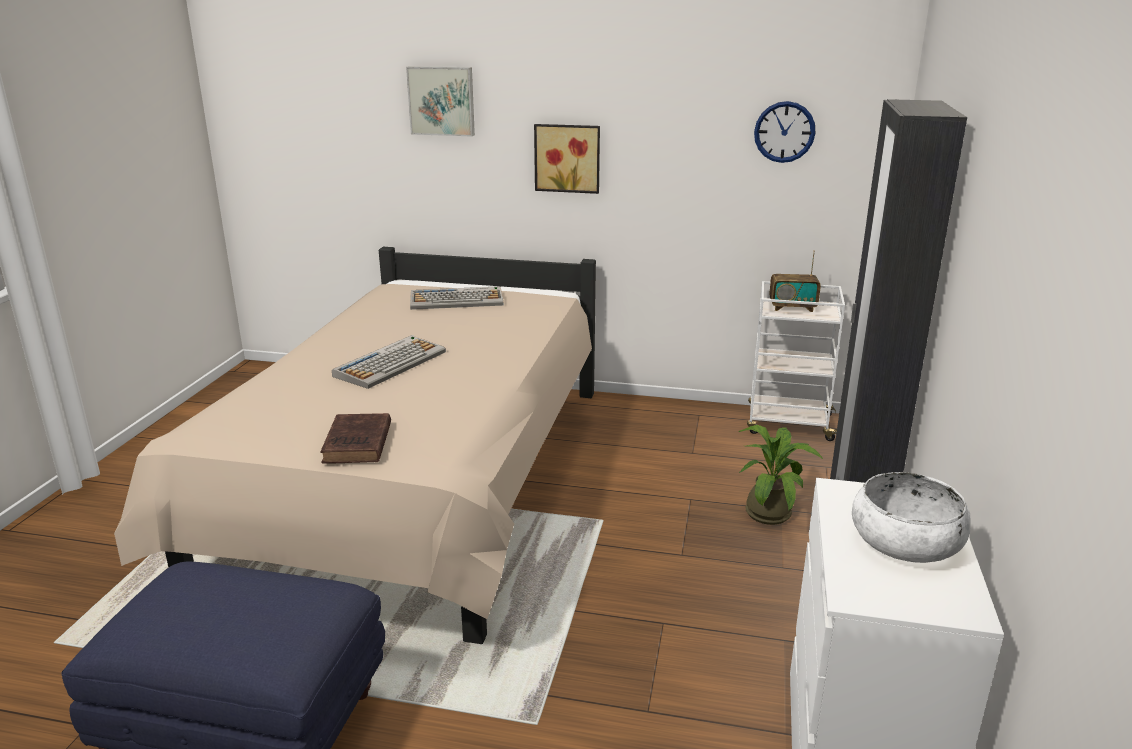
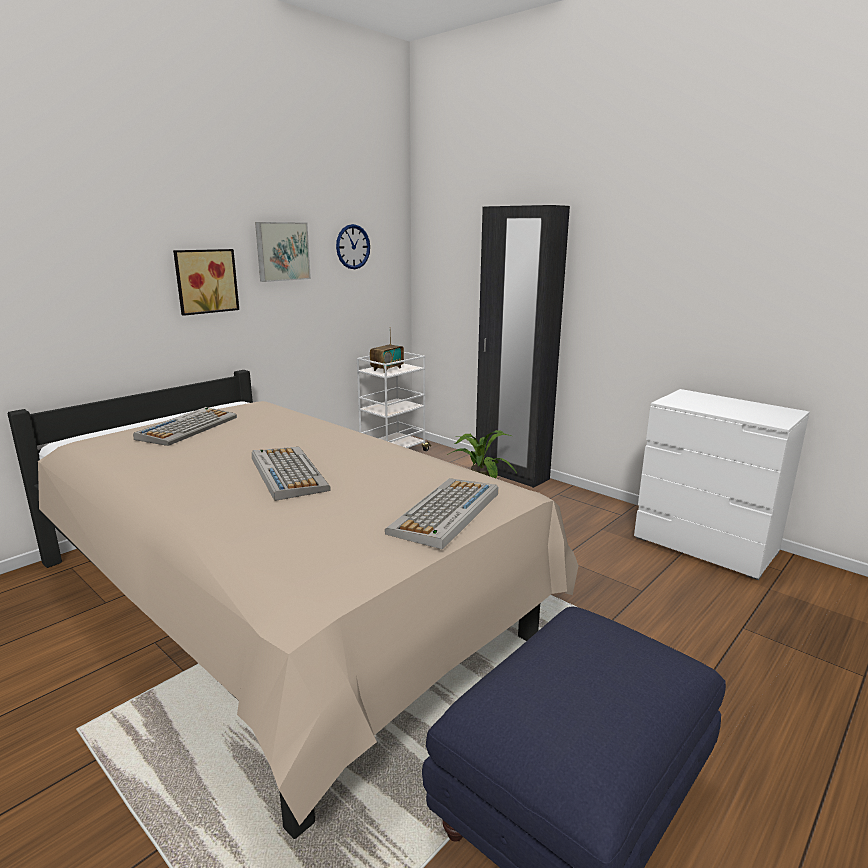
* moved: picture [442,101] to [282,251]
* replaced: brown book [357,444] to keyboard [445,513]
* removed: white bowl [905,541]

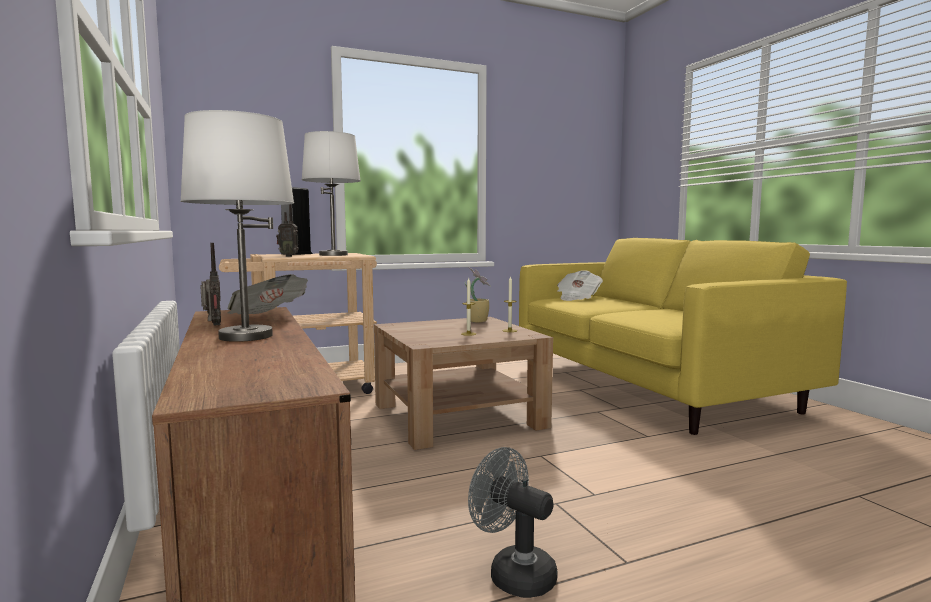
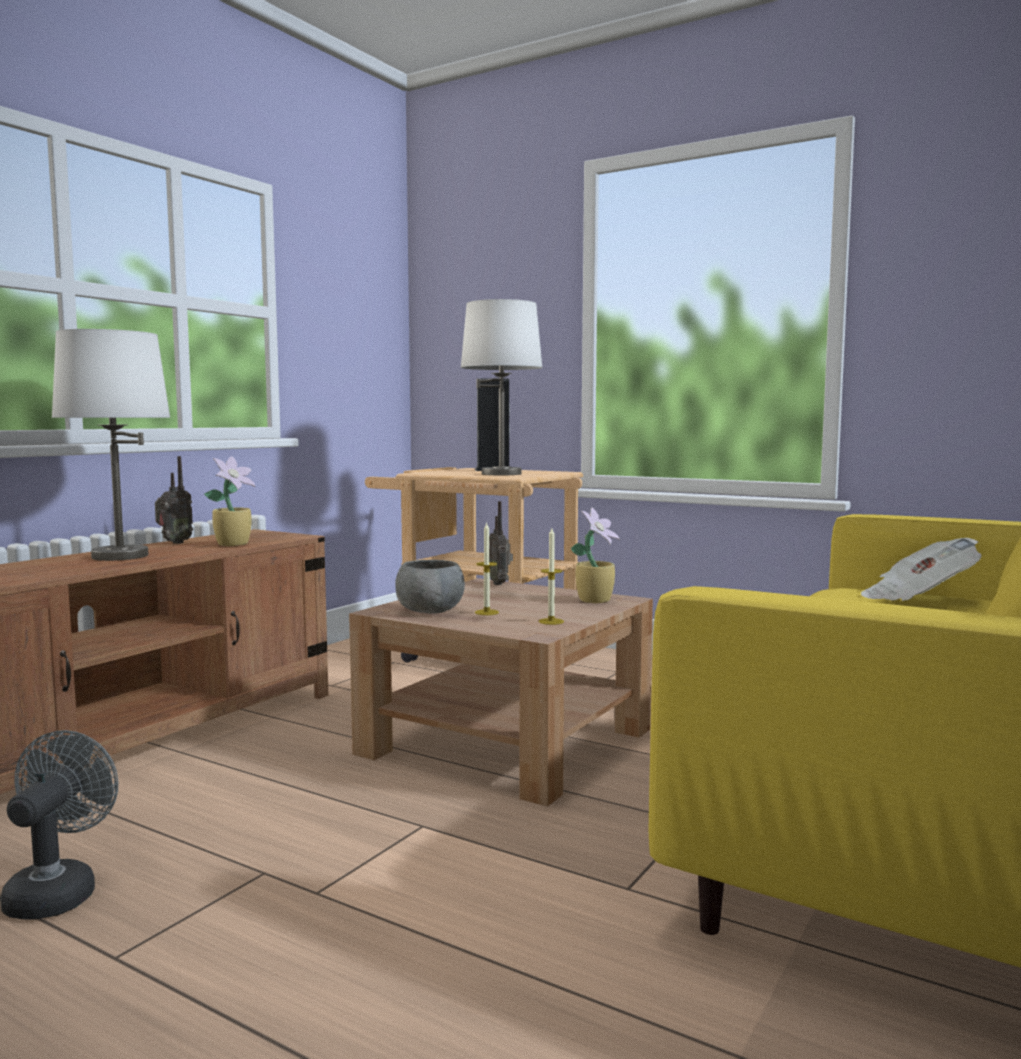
* moved: radio [289,256] to [500,583]
* replaced: newspaper [268,318] to potted plant [234,544]
* added: grey bowl [429,611]

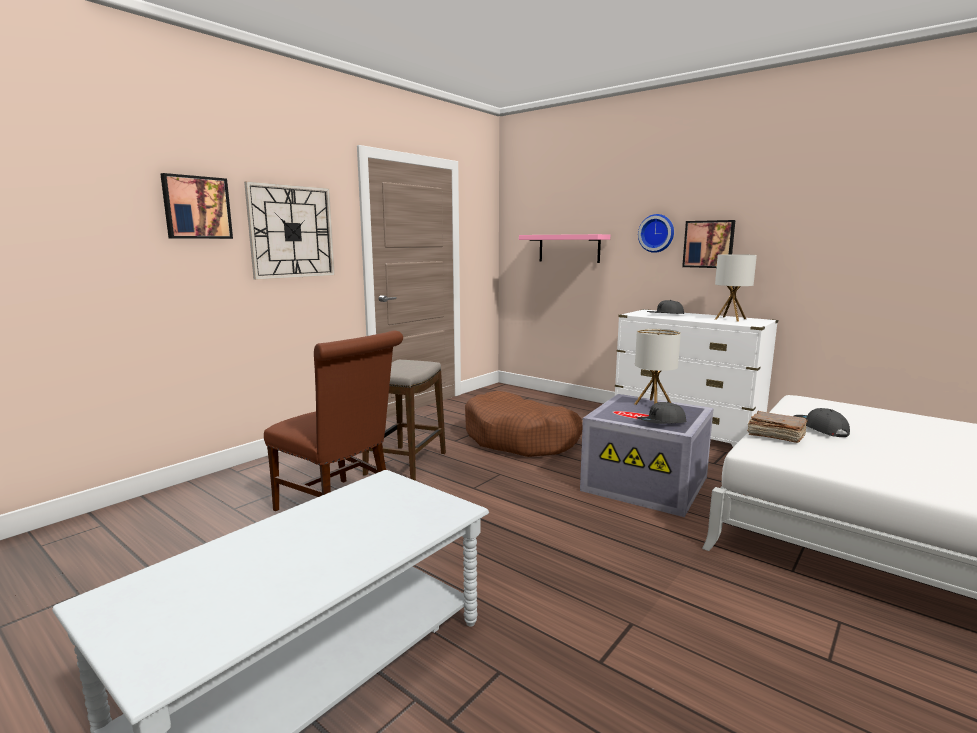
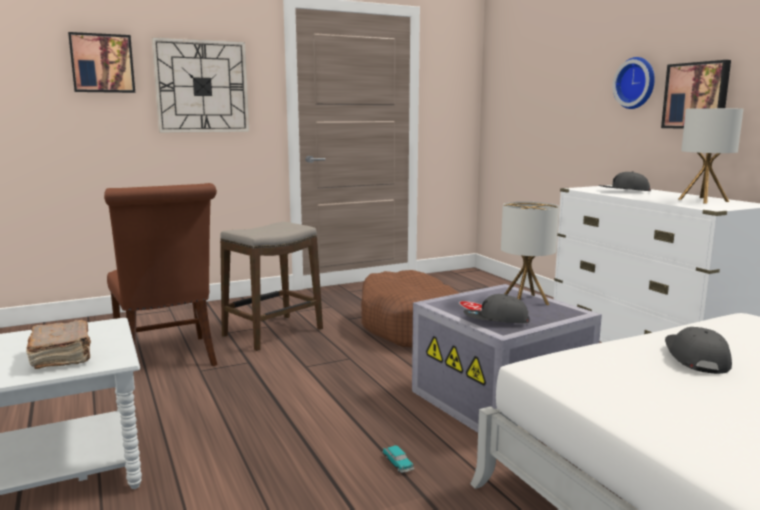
* removed: pink shelf [569,248]
* moved: brown book [775,436] to [63,357]
* added: toy car [398,463]

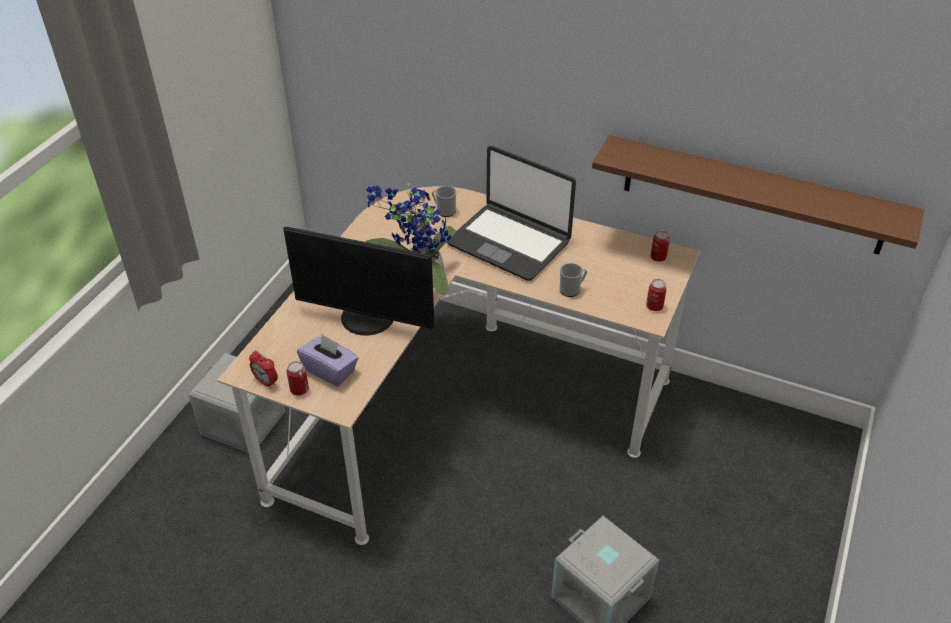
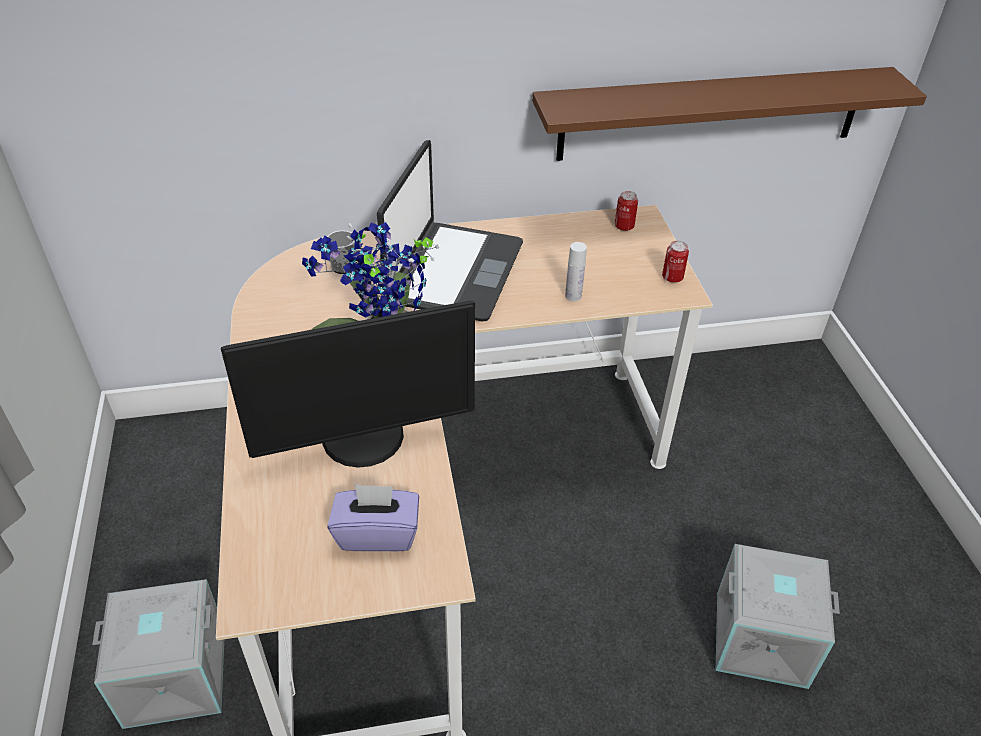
* turned: laptop [509,242] = [453,272] 75 degrees counterclockwise
* replaced: mug [572,289] to white bottle [573,296]
* removed: alarm clock [266,382]
* removed: can [299,389]

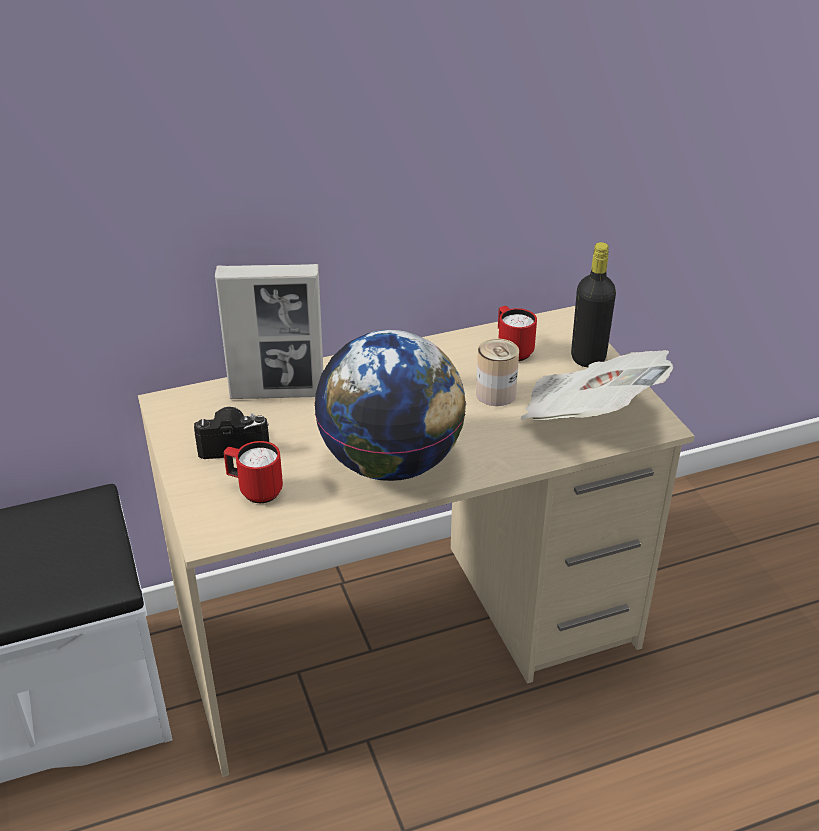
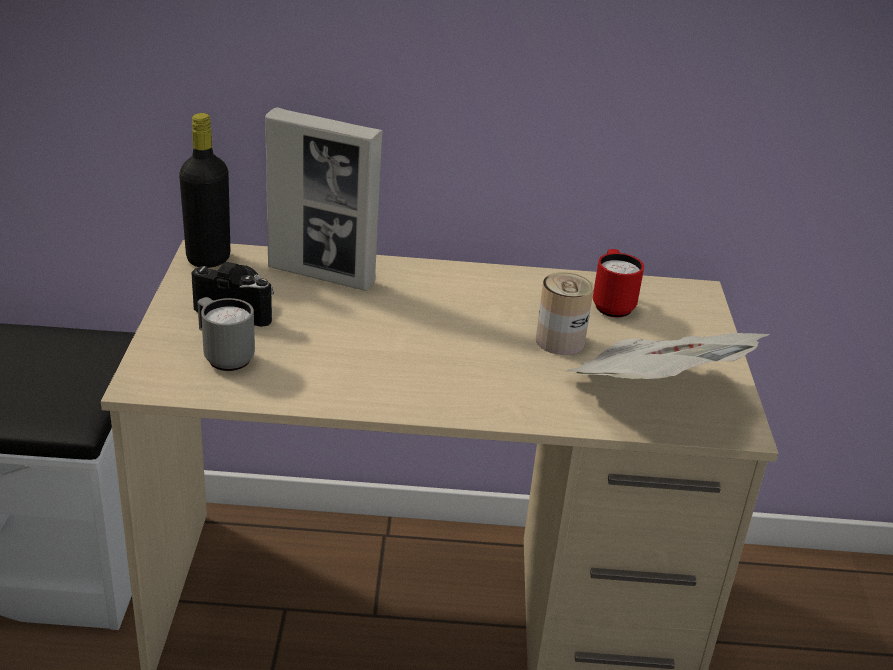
* moved: black bottle [588,358] to [208,258]
* removed: globe [391,463]
* recoloured: red mug [255,491] to grey mug [224,356]

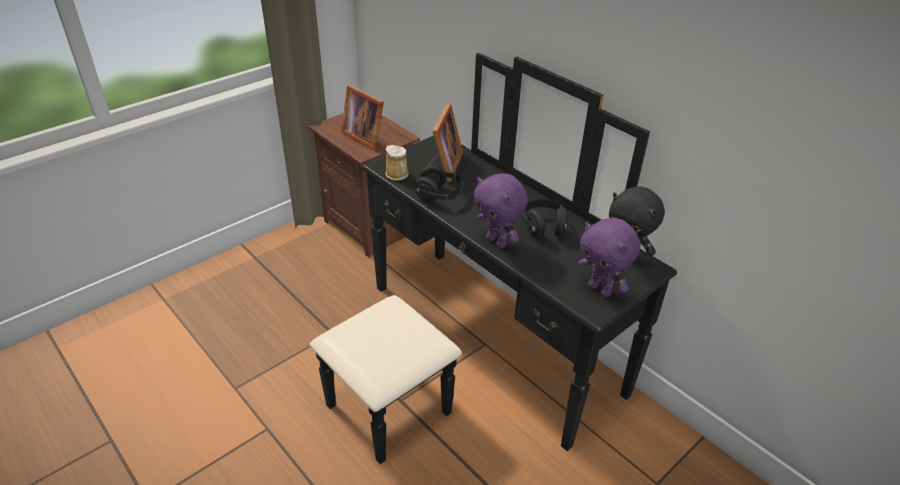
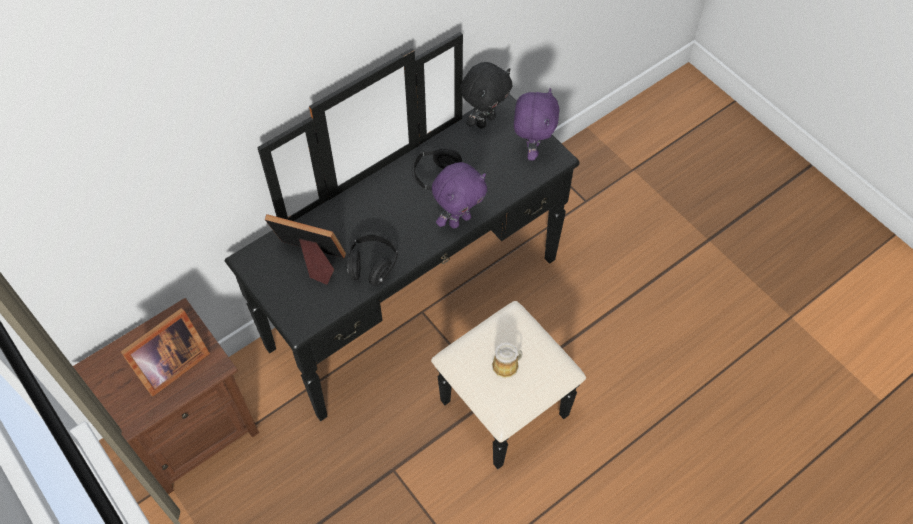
* moved: mug [397,175] to [507,365]
* turned: purple plush toy [600,290] = [531,149] 45 degrees counterclockwise

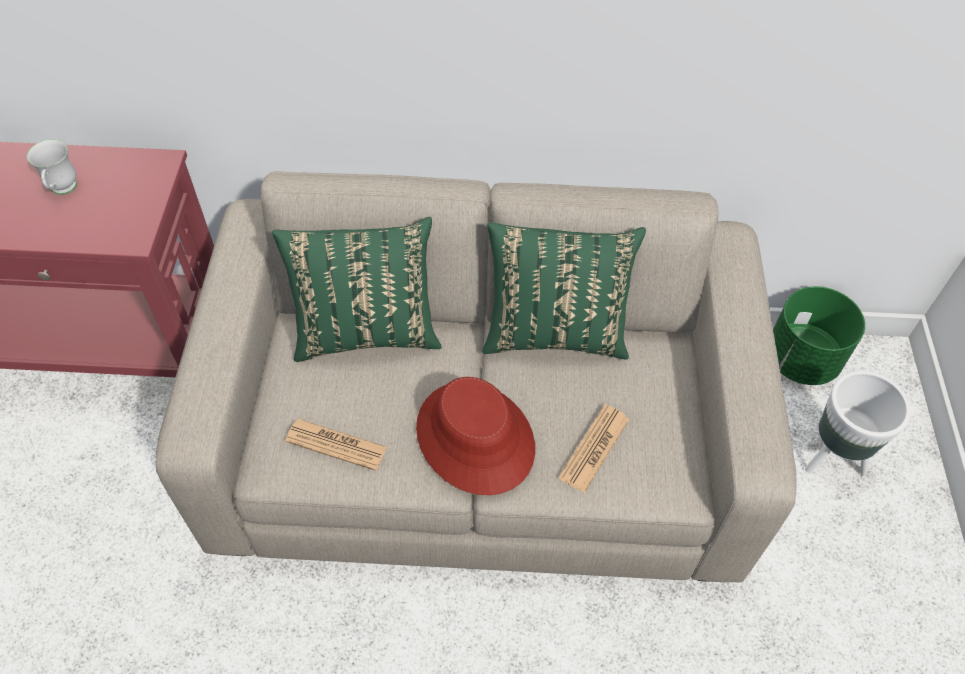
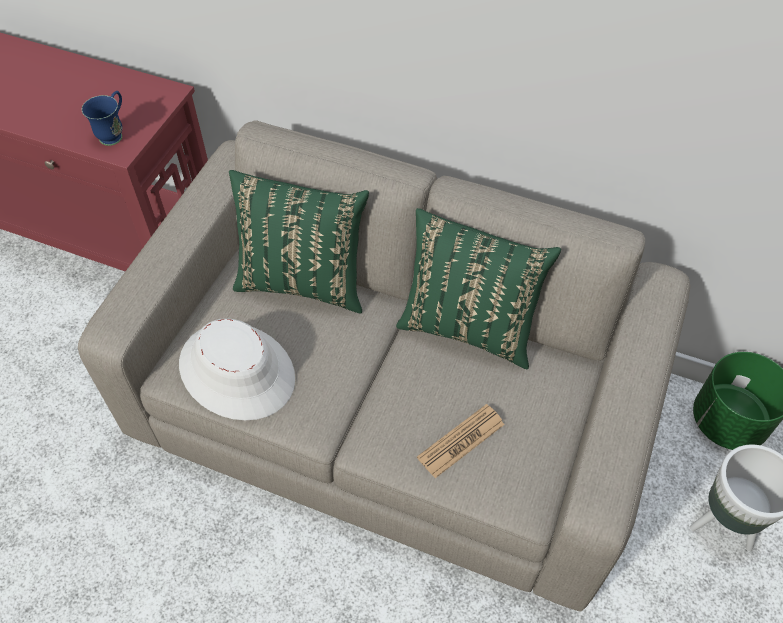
* removed: white mug [63,191]
* removed: red hat [474,438]
* replaced: newspaper [336,445] to white hat [237,371]
* added: blue mug [114,134]

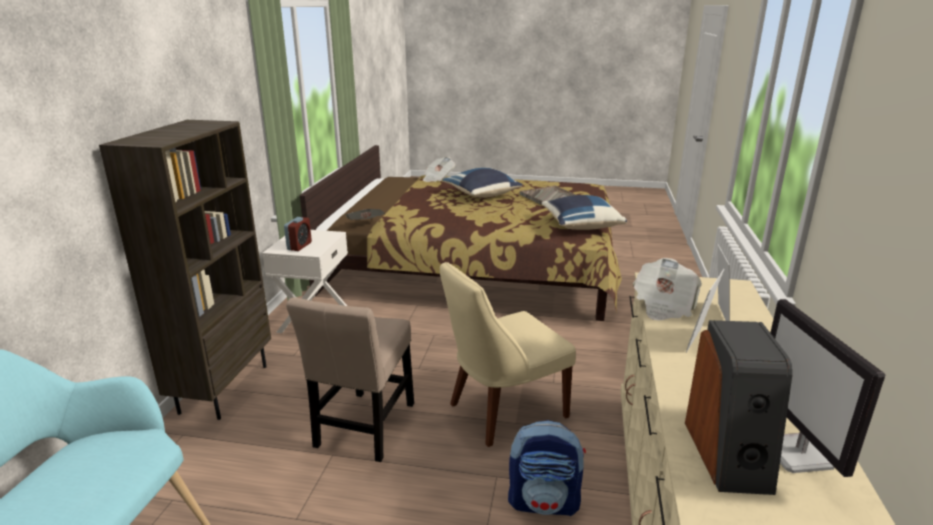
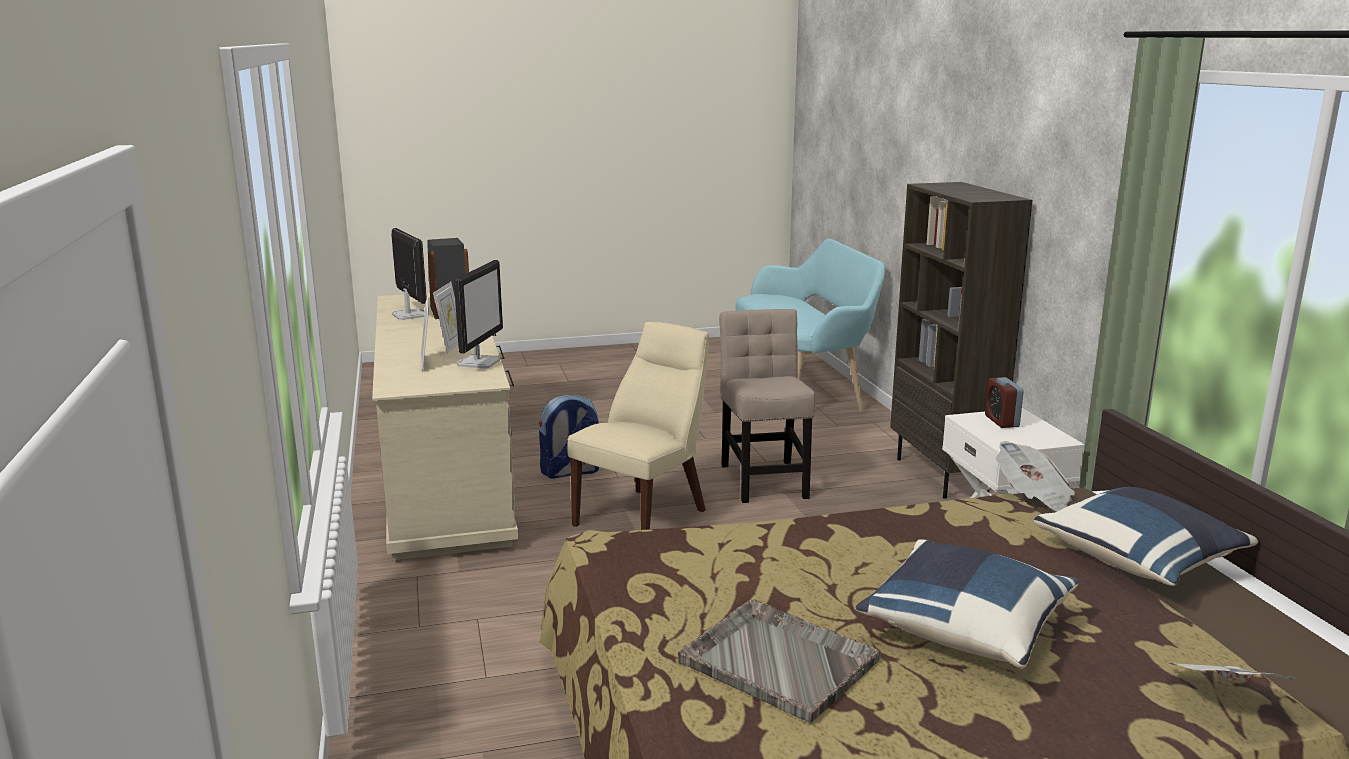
* moved: blue pillow [581,225] to [1140,561]
* replaced: newspaper [663,306] to monitor [479,362]

